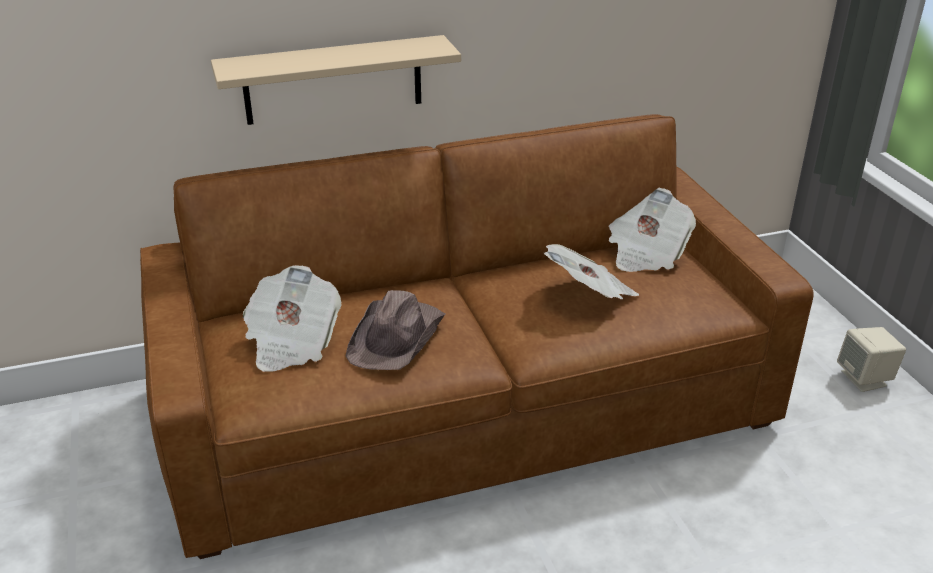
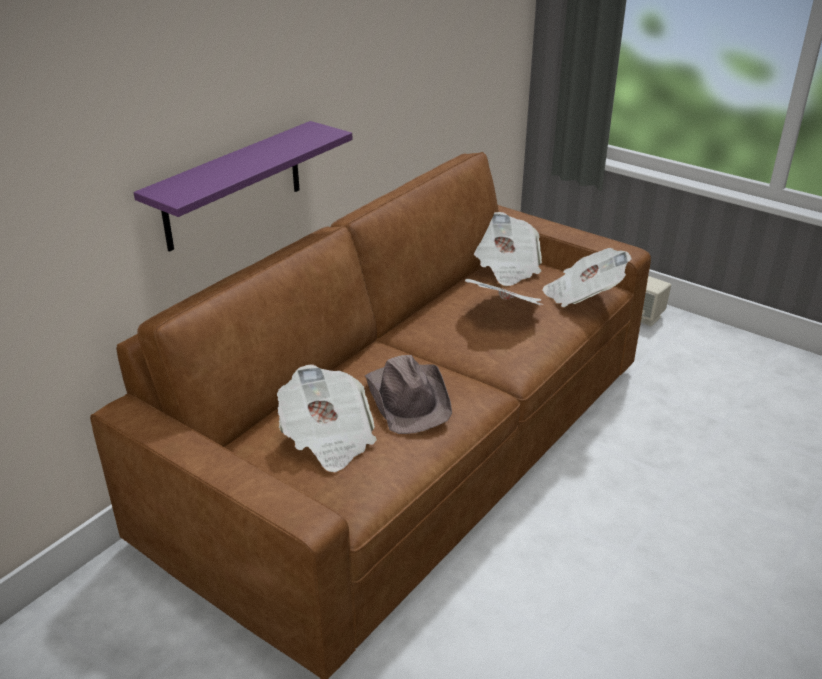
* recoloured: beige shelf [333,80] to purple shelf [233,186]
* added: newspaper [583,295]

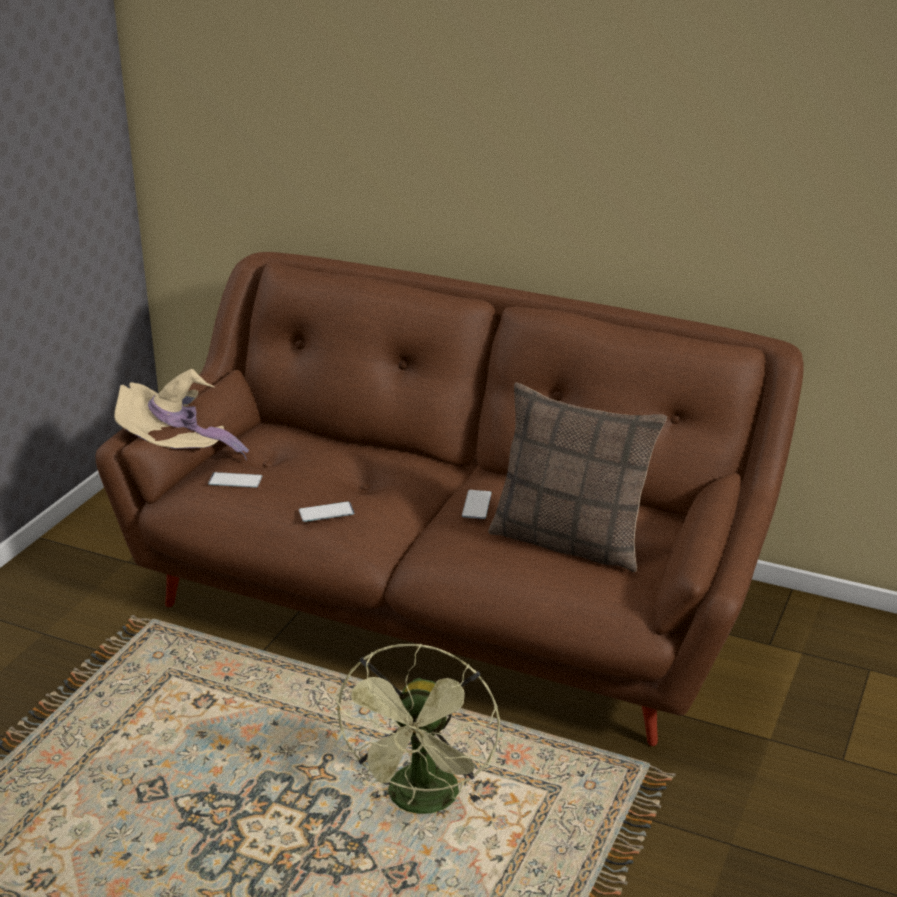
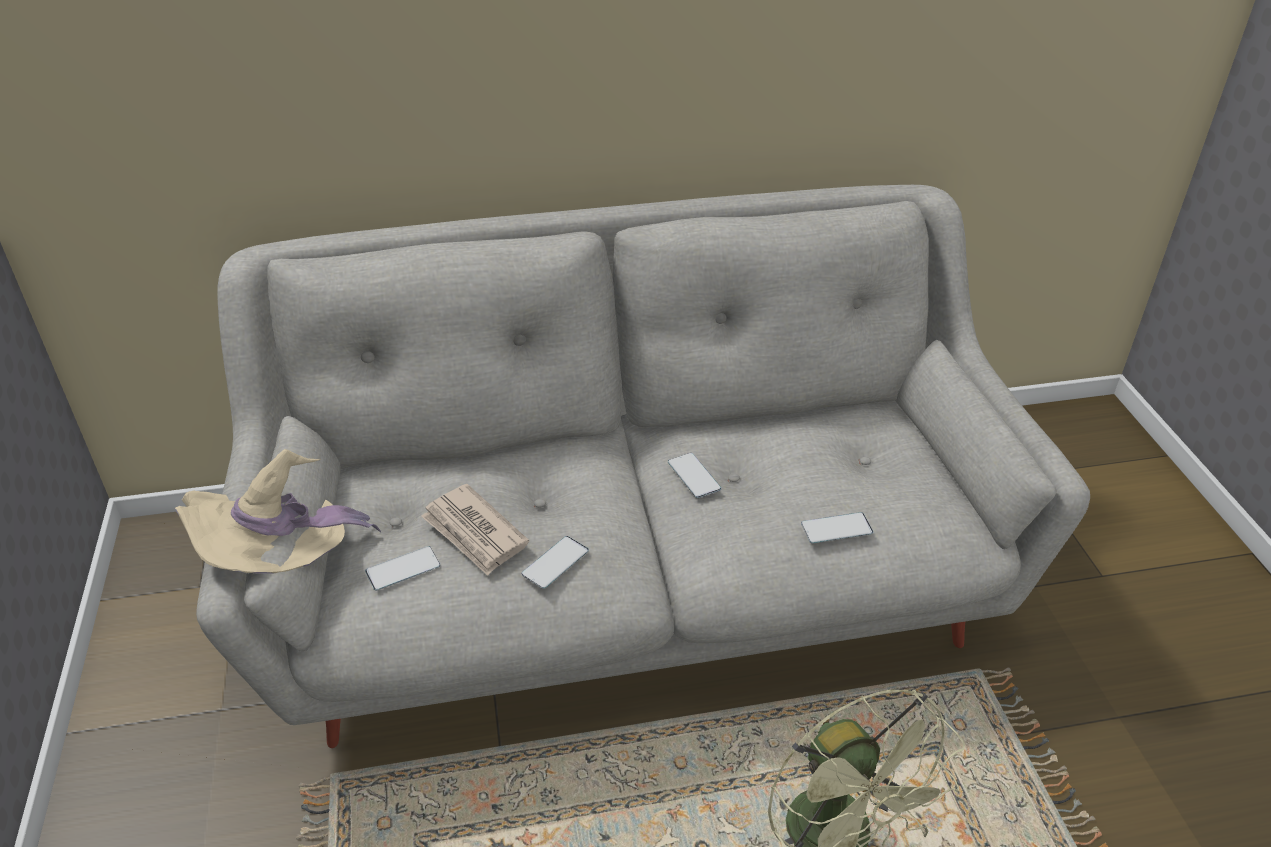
* recoloured: brown sofa [449,604] to grey sofa [636,582]
* removed: pillow [570,540]
* added: newspaper [474,533]
* added: phone [836,528]

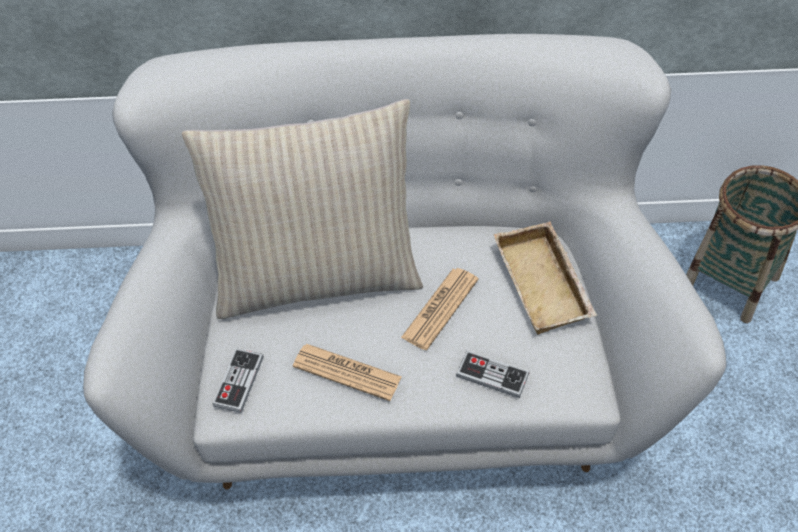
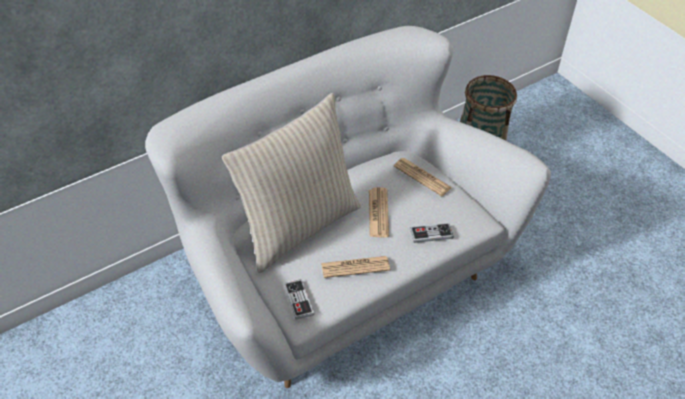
* replaced: beige tray [545,284] to newspaper [422,177]

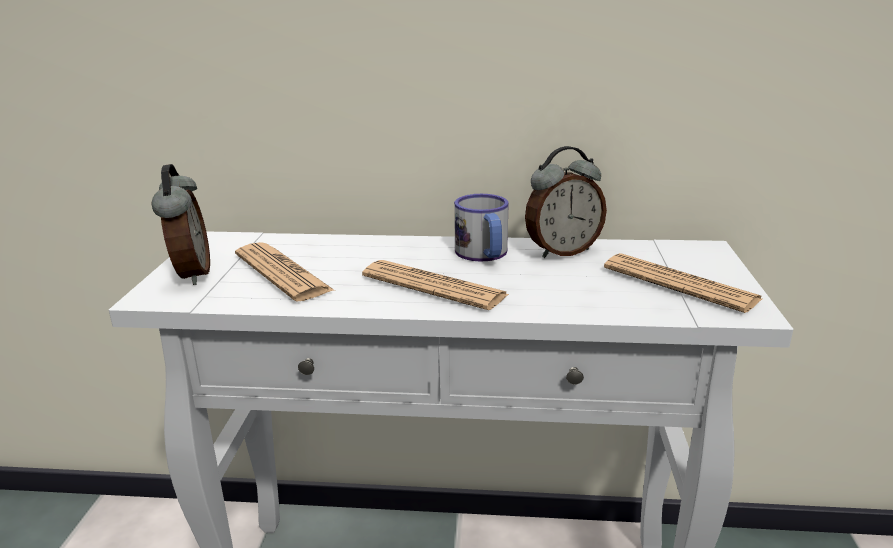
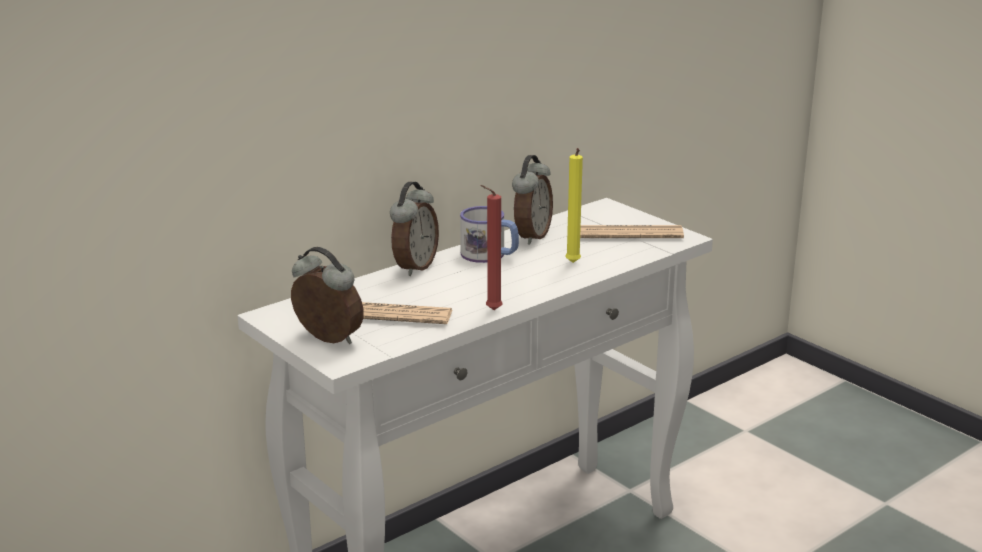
* removed: newspaper [433,286]
* added: yellow candle [573,264]
* added: alarm clock [414,267]
* added: red candle [491,310]

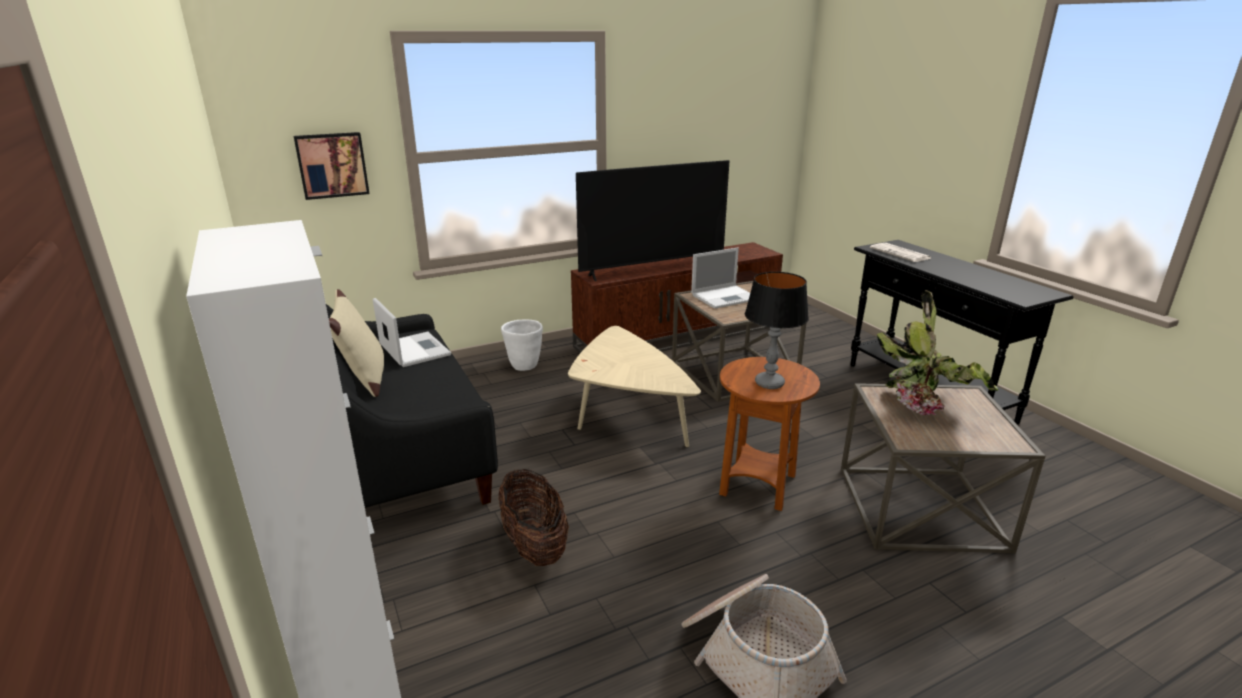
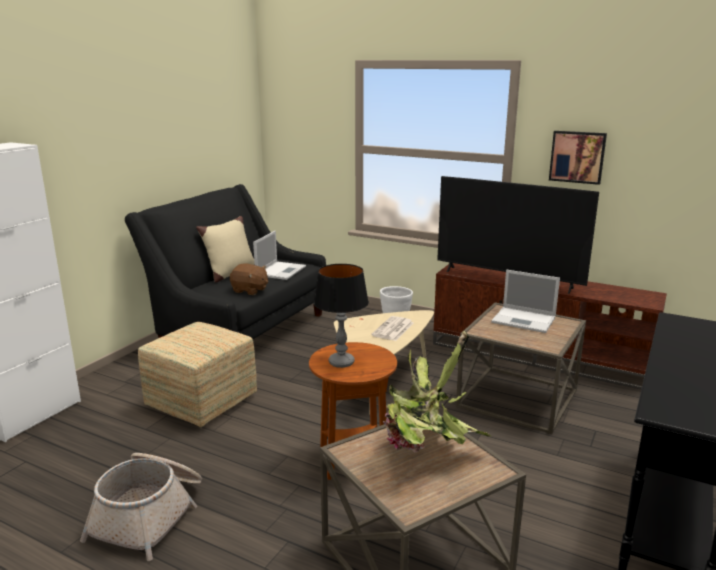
* moved: picture [332,165] to [577,157]
* moved: newspaper [901,253] to [393,329]
* replaced: basket [534,545] to ottoman [202,401]
* added: brown plush toy [250,290]

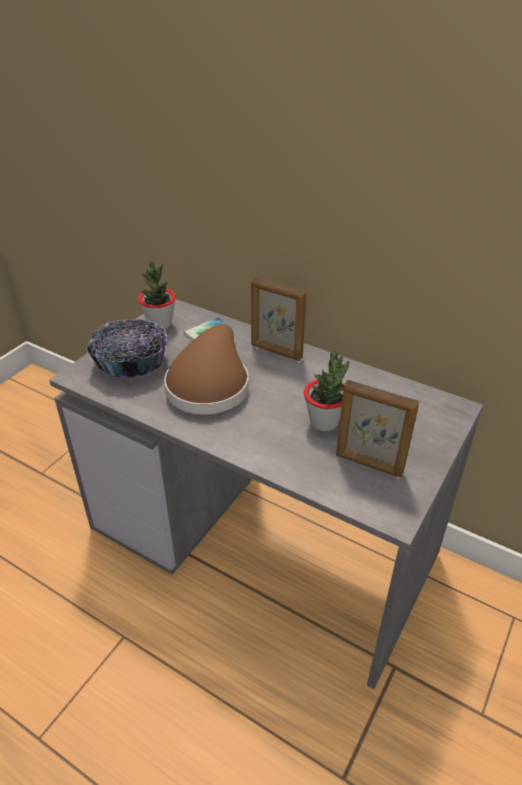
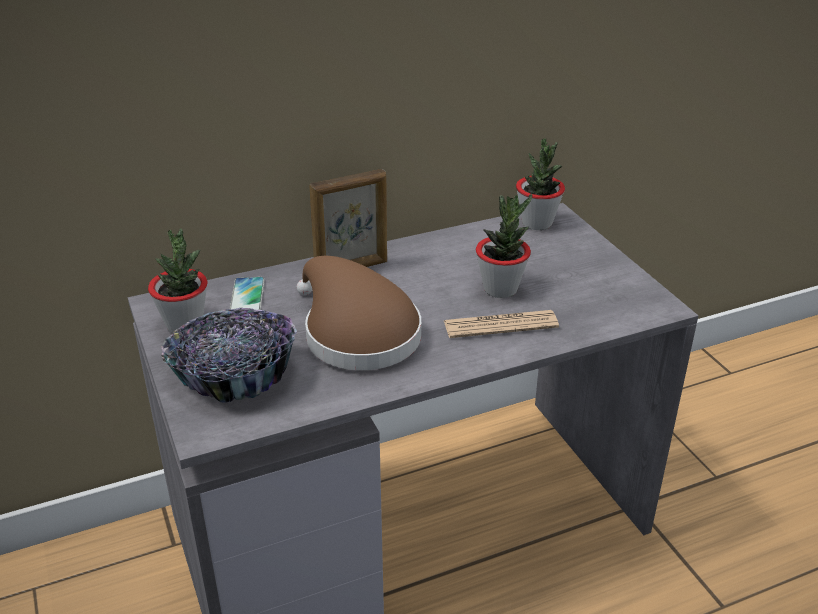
* removed: picture frame [369,464]
* added: potted plant [537,223]
* added: newspaper [500,325]

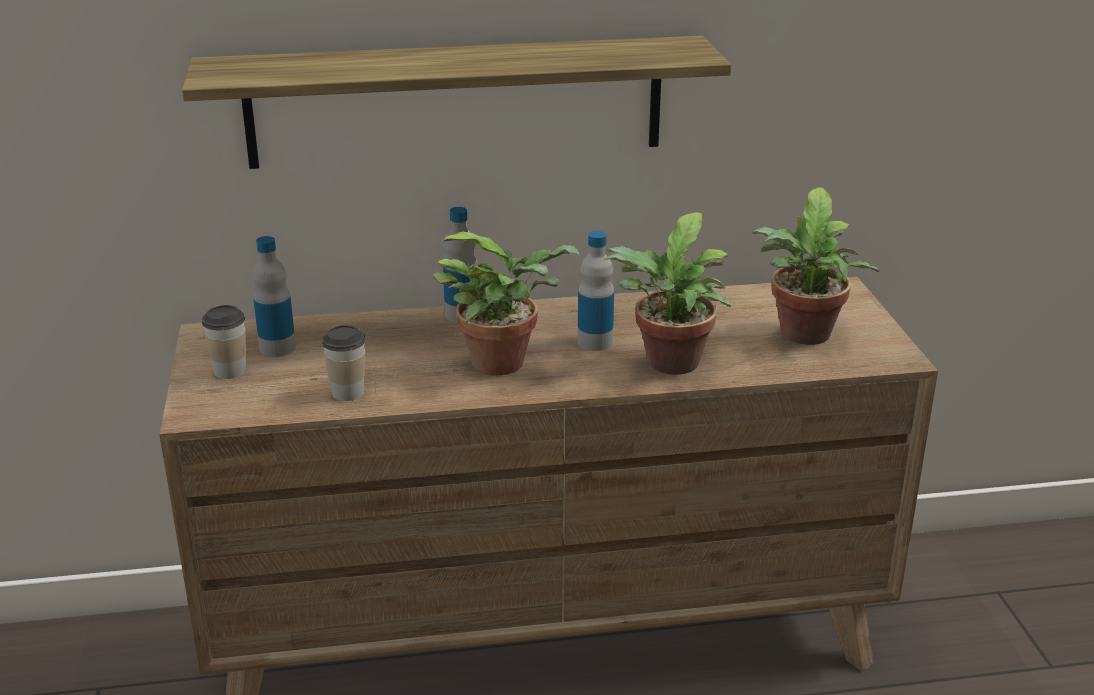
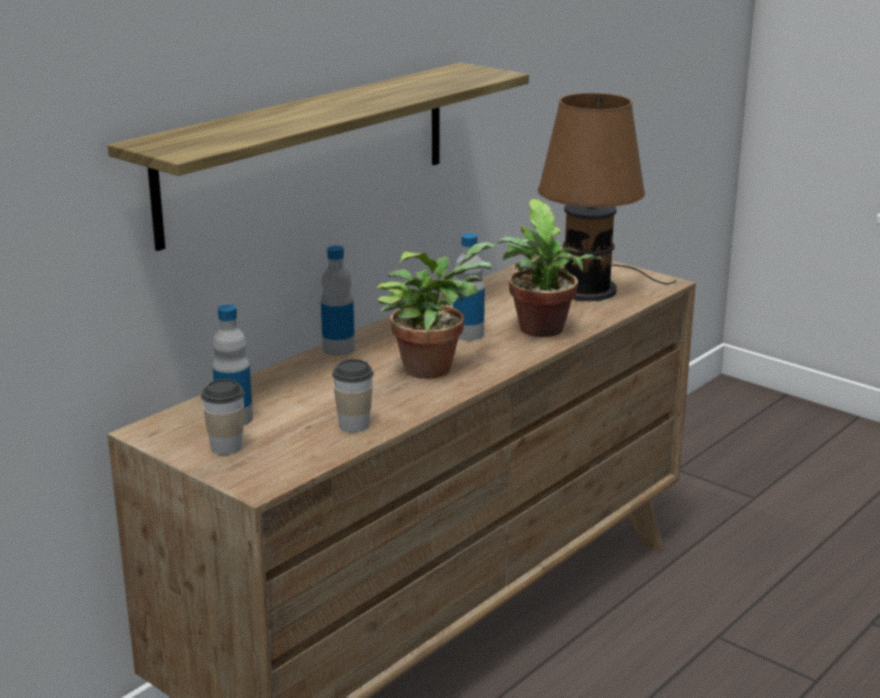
* replaced: potted plant [804,337] to brown table lamp [591,288]

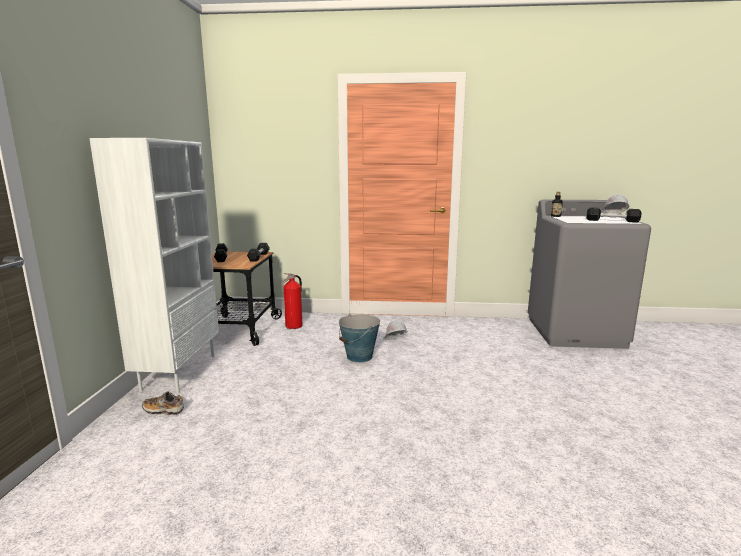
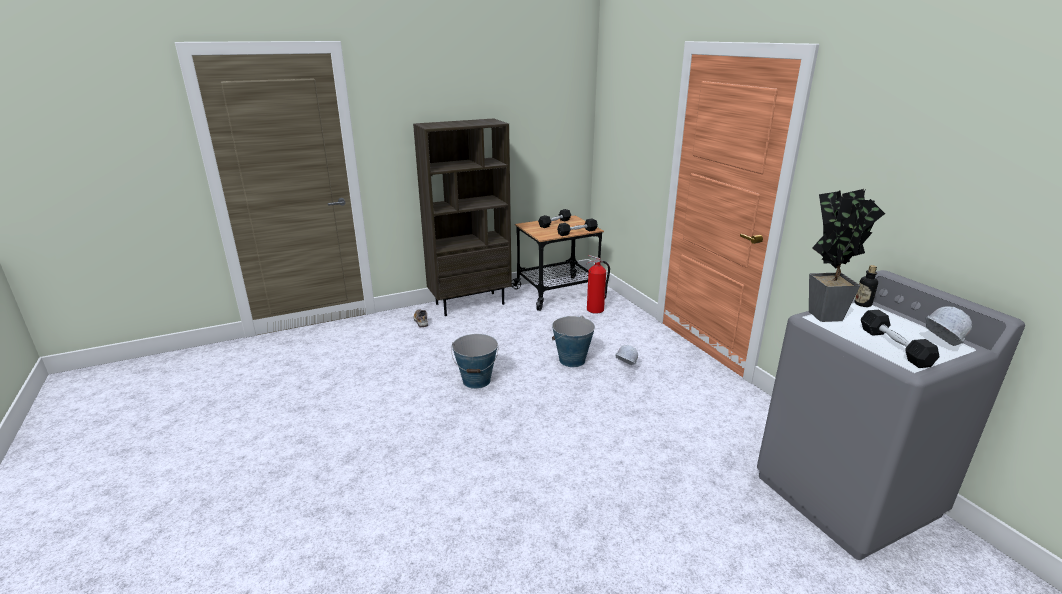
* recoloured: white bookcase [179,372] to brown bookcase [470,303]
* added: potted plant [825,313]
* added: bucket [477,380]

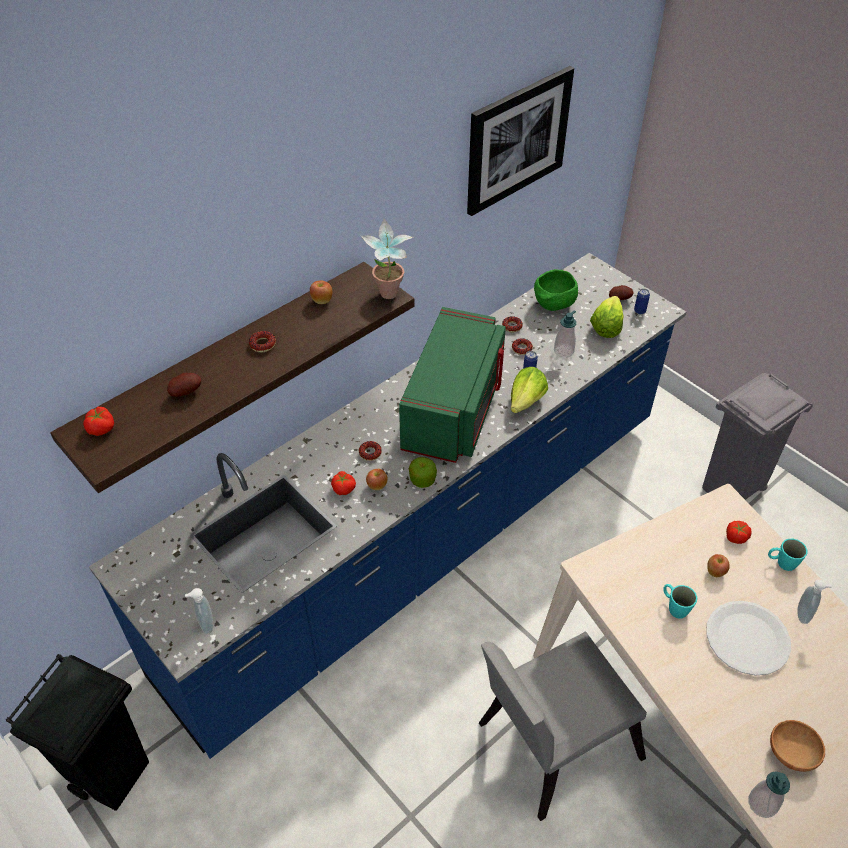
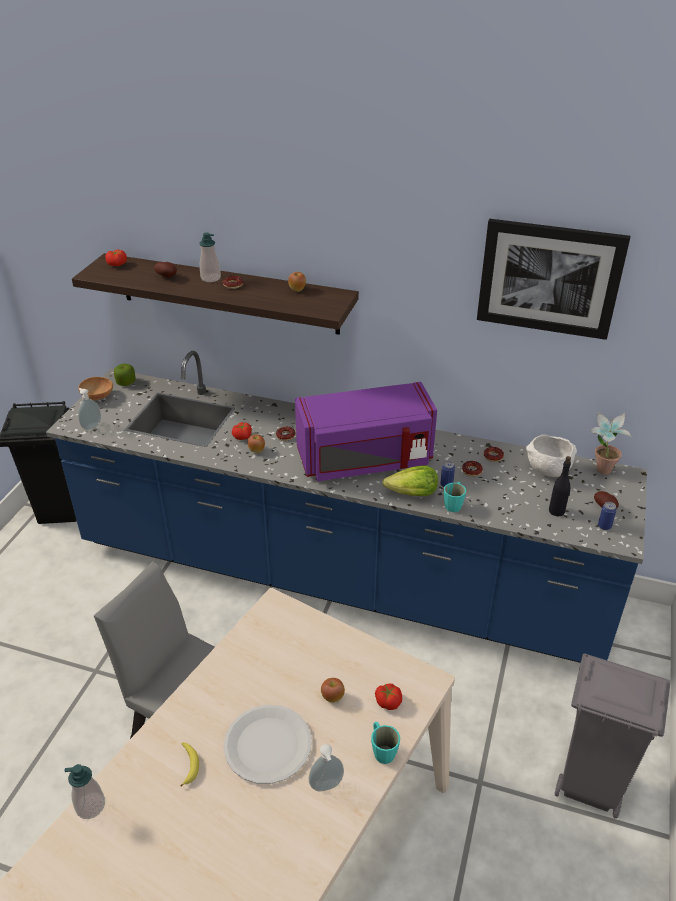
* moved: potted plant [389,298] to [599,472]
* recoloured: green bowl [553,305] to white bowl [547,471]
* replaced: lettuce [606,326] to black bottle [557,511]
* recoloured: green microwave [454,410] to purple microwave [365,460]
* moved: soap dispenser [563,351] to [210,278]
* moved: apple [422,480] to [126,382]
* moved: turquoise mug [674,607] to [454,504]
* moved: brown bowl [792,752] to [98,397]
* added: banana [189,765]

